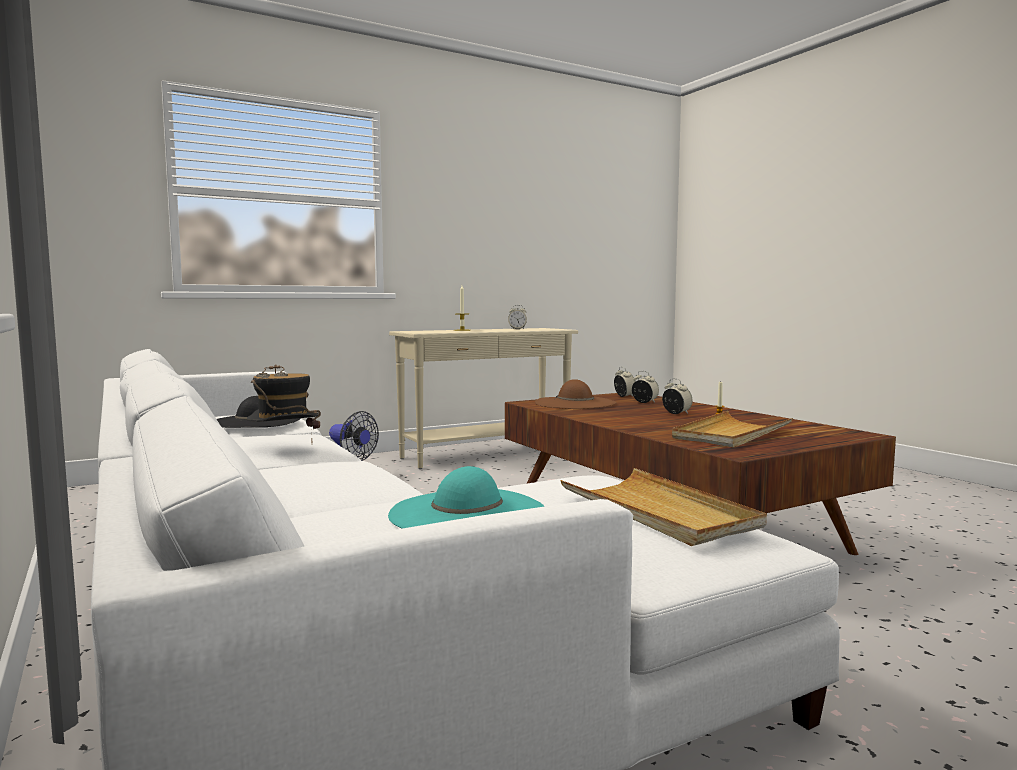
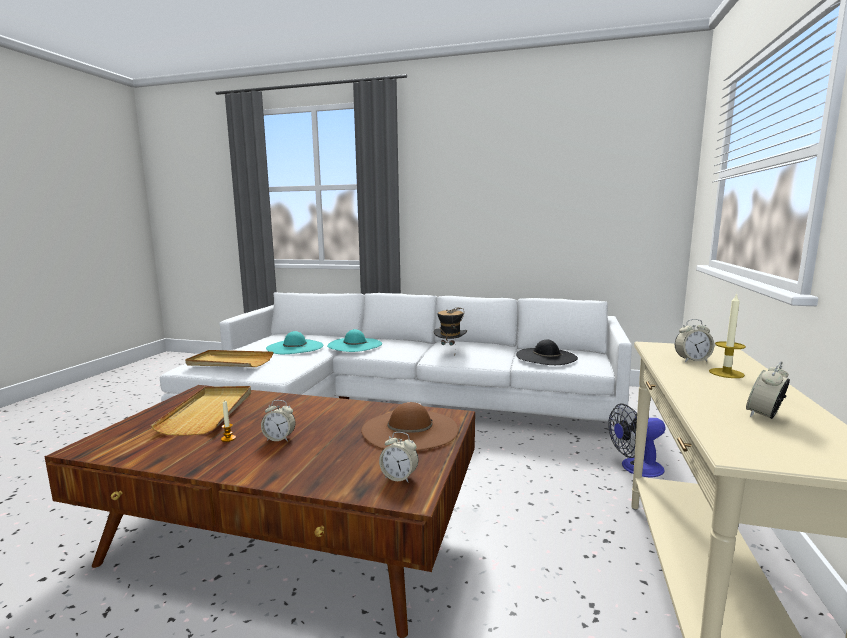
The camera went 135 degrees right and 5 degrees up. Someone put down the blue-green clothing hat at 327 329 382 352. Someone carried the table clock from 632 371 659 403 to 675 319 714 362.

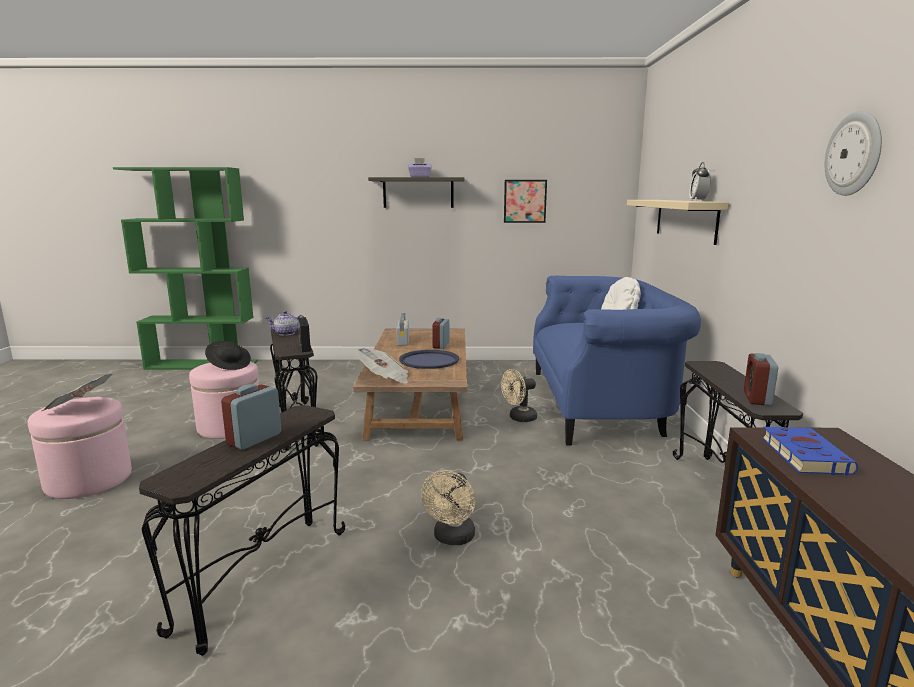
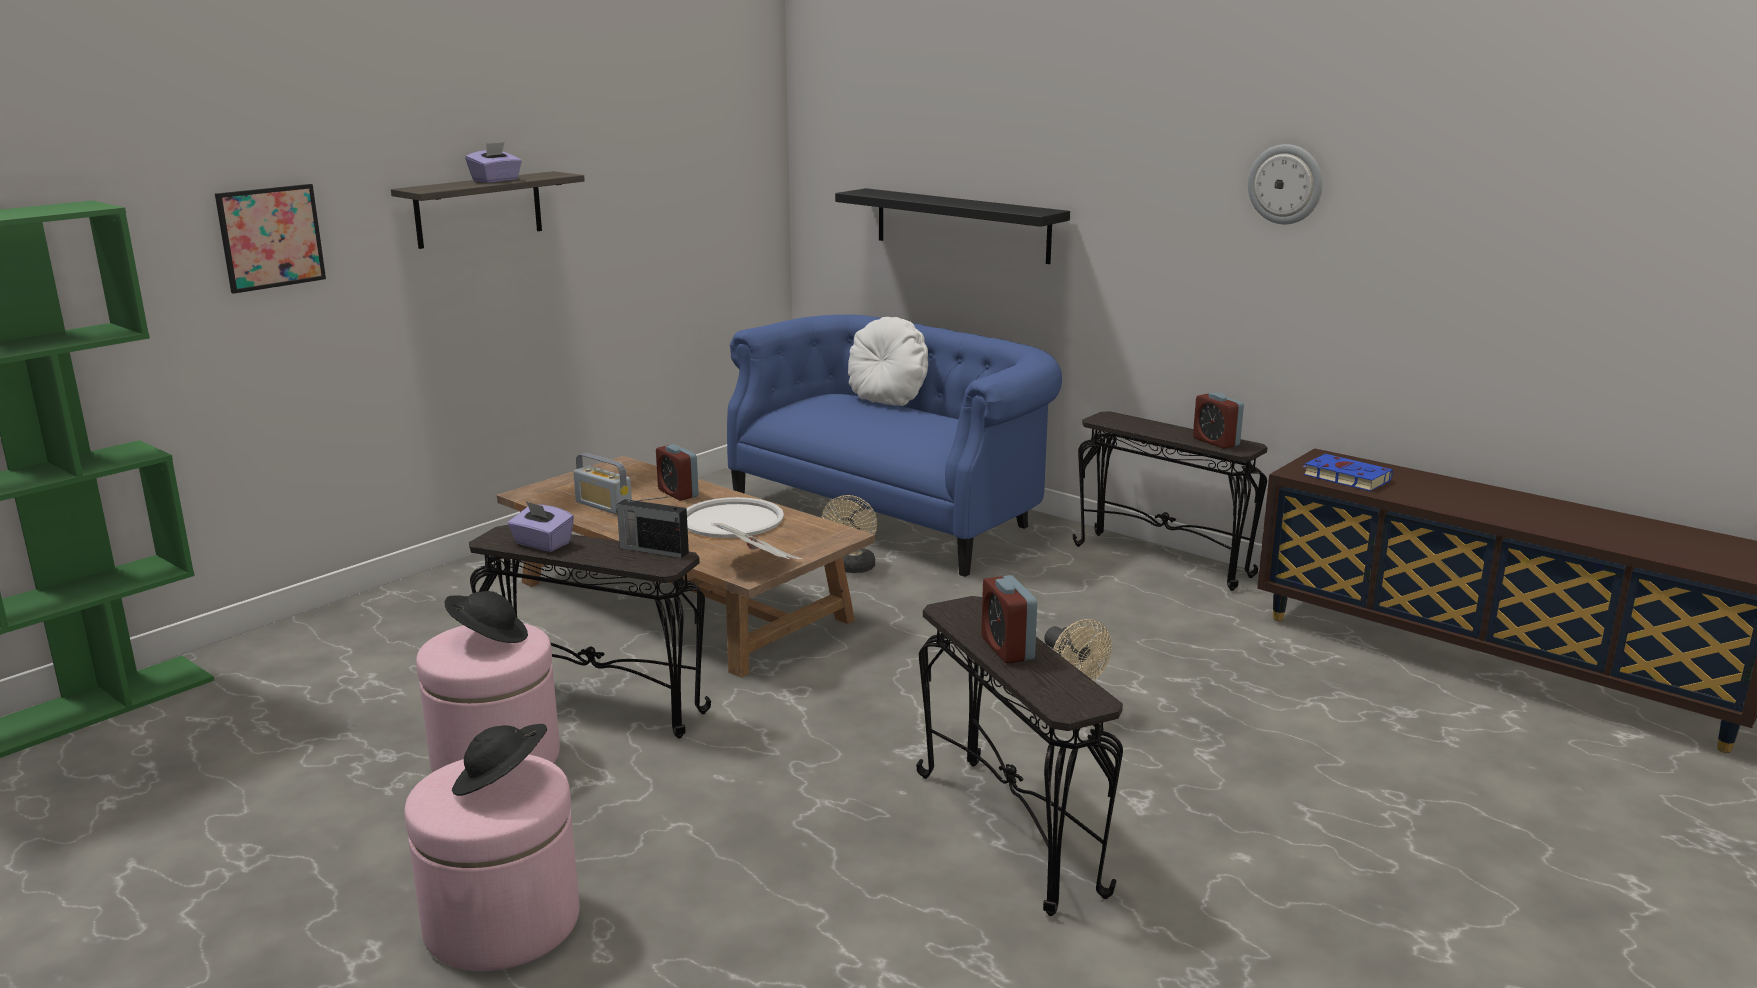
The camera went 50 degrees left and 5 degrees up. Someone took away the table clock at 689 162 711 201. Someone carried the wall art from 504 180 547 223 to 215 184 326 294. Someone swapped the daily paper at 42 374 113 411 for the black clothing hat at 452 724 547 796. Someone swapped the tea pot at 265 311 304 336 for the purple-coloured box of tissues at 508 501 574 552. Someone repainted the bluish carrying tray at 399 350 459 369, which became the white carrying tray at 687 497 784 538. Someone repainted the beige shelf at 627 200 729 245, which became the black shelf at 835 188 1070 264.

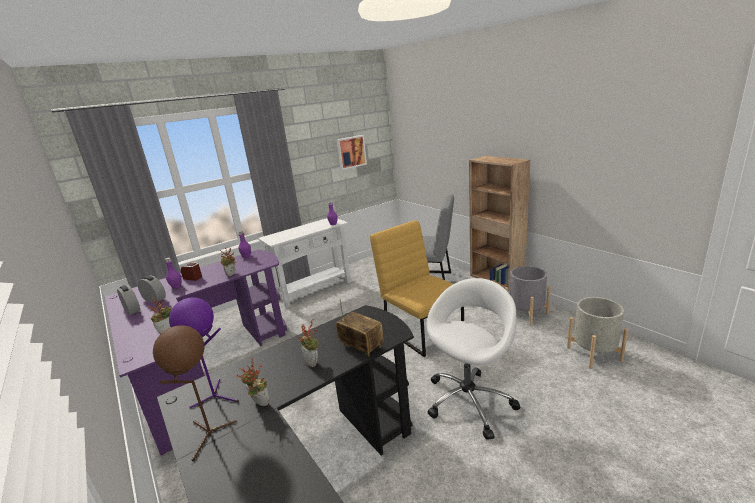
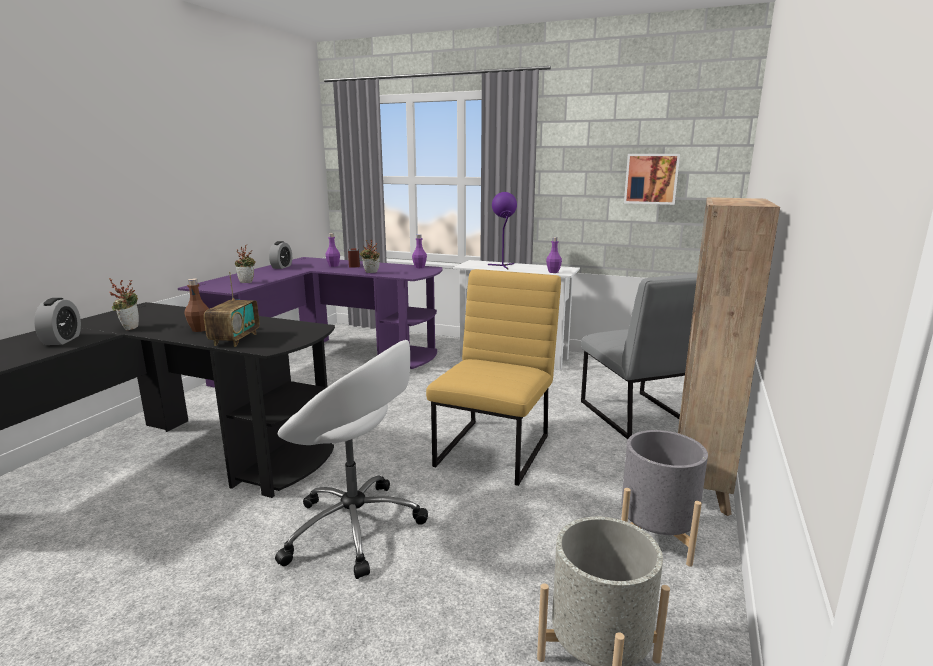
The camera went 55 degrees right and 5 degrees down. Someone took away the brownish lamp for a table at 153 325 237 461. Someone carried the table clock from 138 276 166 303 to 34 298 81 345. Someone carried the purple-coloured lamp for a table from 169 297 239 408 to 488 192 517 270. Someone swapped the potted plant at 297 319 319 367 for the brownish beverage bottle at 185 279 209 332.

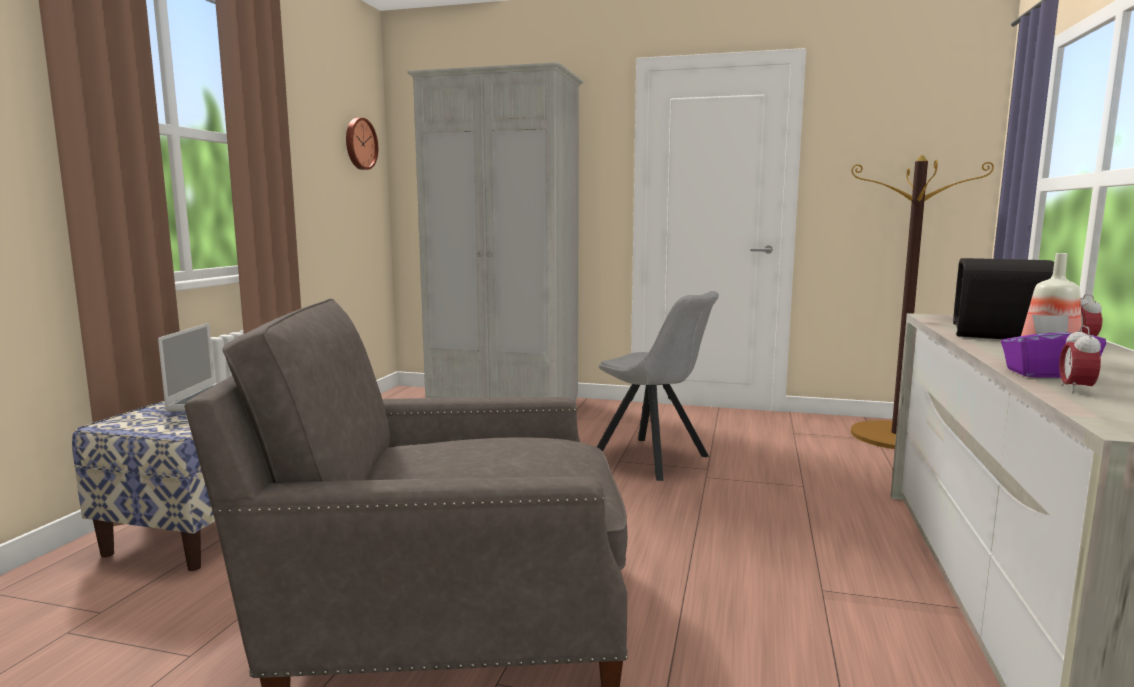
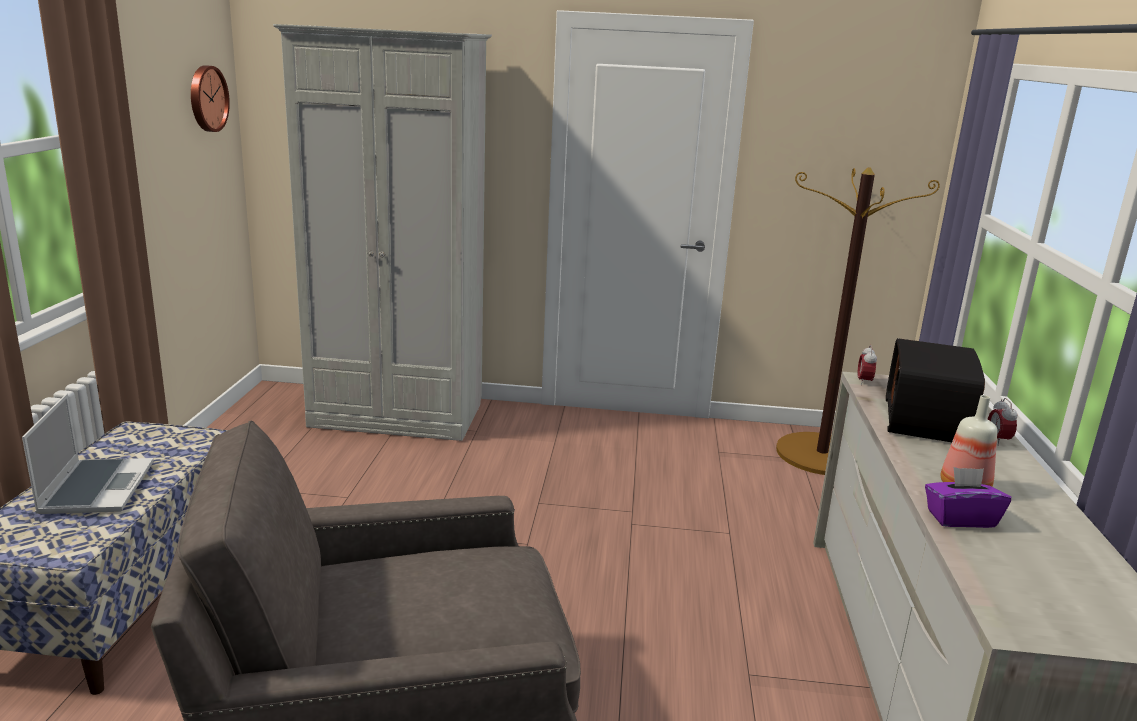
The camera went 10 degrees left and 10 degrees up. Someone took away the grey plain chair at 597 291 719 481. Someone carried the table clock from 1059 325 1101 393 to 858 345 877 385.

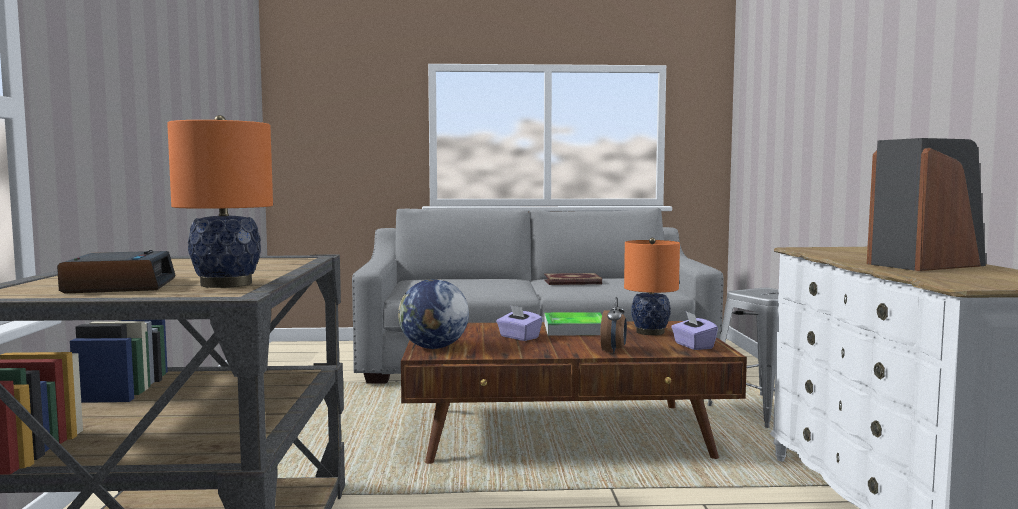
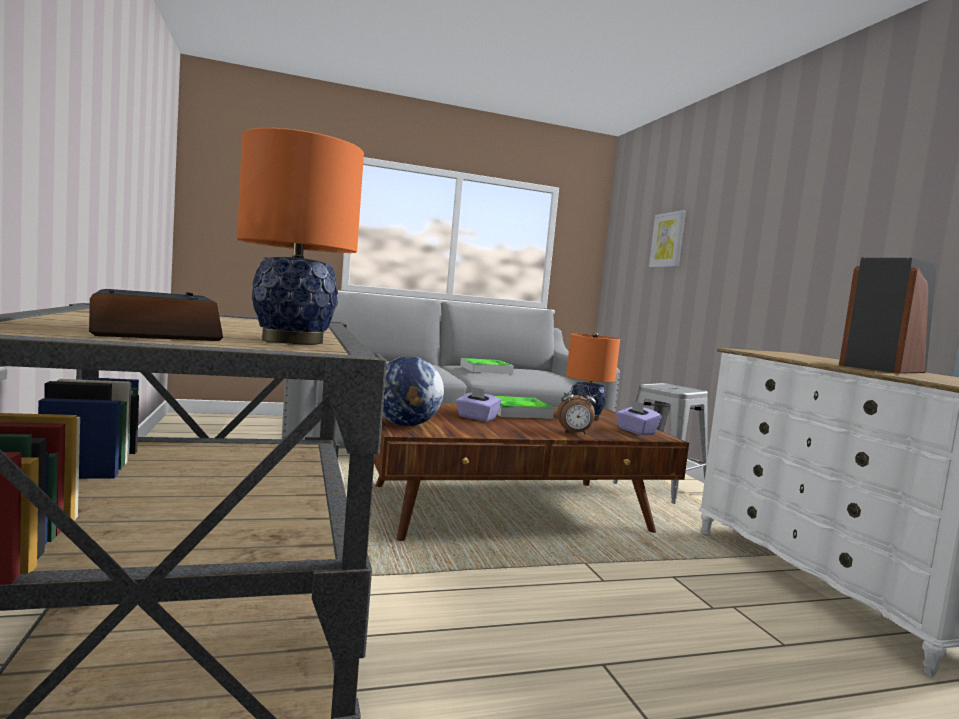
The camera went 15 degrees left and 0 degrees up. Someone put up the wall art at 649 210 686 268. Someone swapped the bound book at 544 273 602 285 for the carrying tray at 460 358 514 374. Someone rotated the table clock at 600 297 627 353 by 90 degrees clockwise.

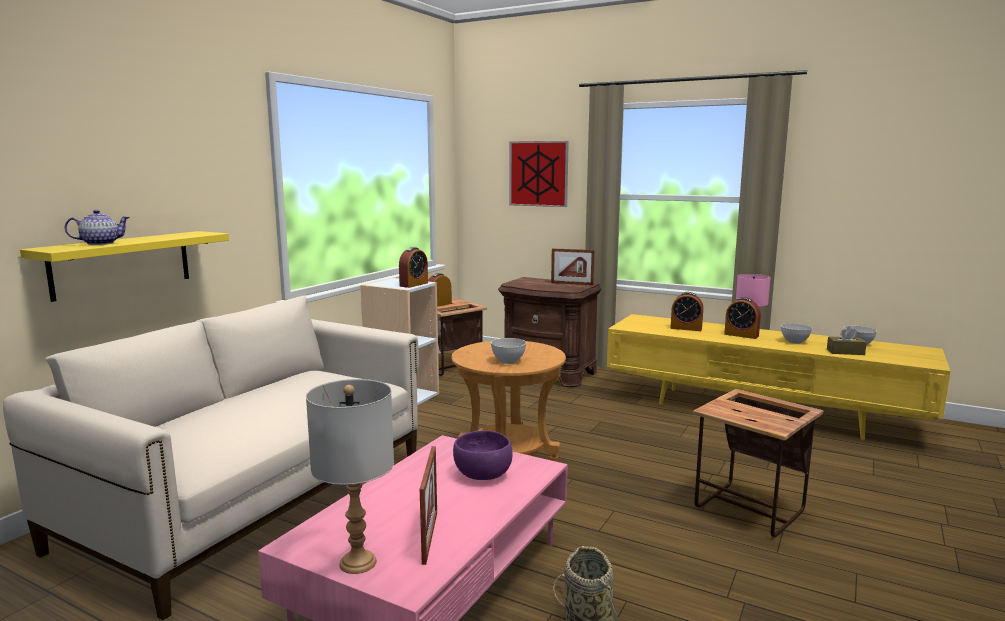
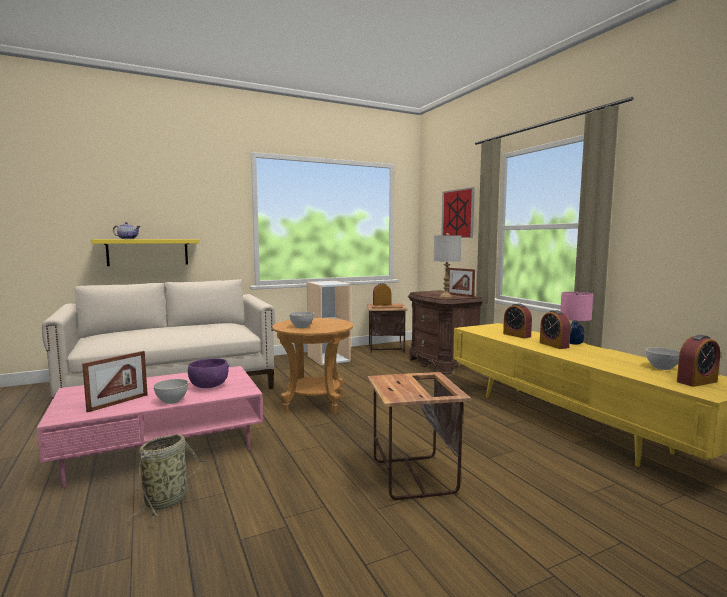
The camera went 35 degrees right and 5 degrees down. Someone took away the brownish box of tissues at 827 327 867 355. Someone carried the grey lamp for a table from 306 379 394 574 to 434 233 461 298. Someone carried the table clock from 399 247 428 288 to 677 335 720 387. Someone carried the grey bowl from 781 323 812 344 to 153 379 188 404.

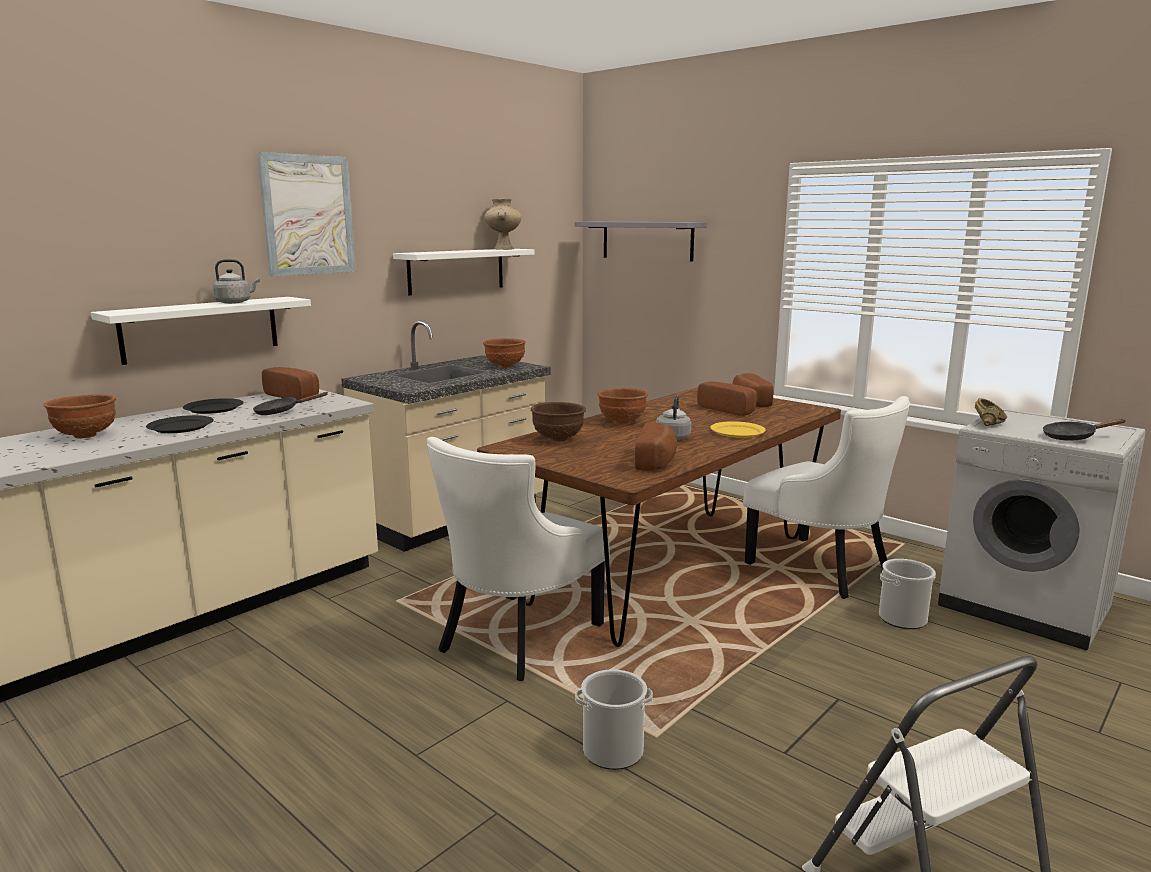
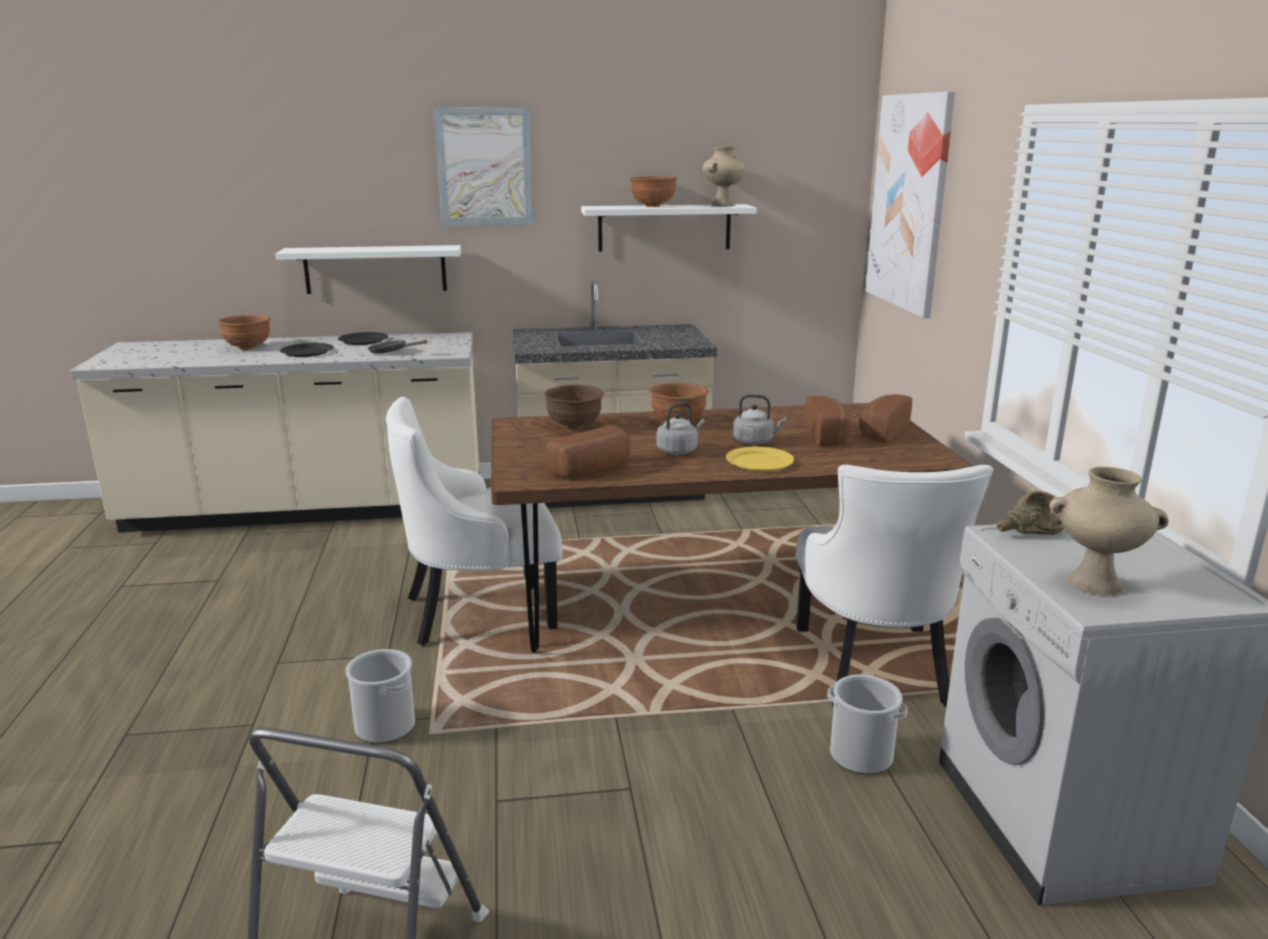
The camera went 40 degrees right and 5 degrees up. Someone took away the bread at 262 367 319 400. Someone carried the grey water kettle from 213 259 260 304 to 733 394 786 445. Someone carried the brownish bowl from 483 338 526 368 to 630 176 677 207. Someone swapped the grey shelf at 574 222 707 262 for the wall art at 866 91 955 318. Someone swapped the black skillet at 1043 419 1126 440 for the beige flower vase at 1049 467 1169 595.

